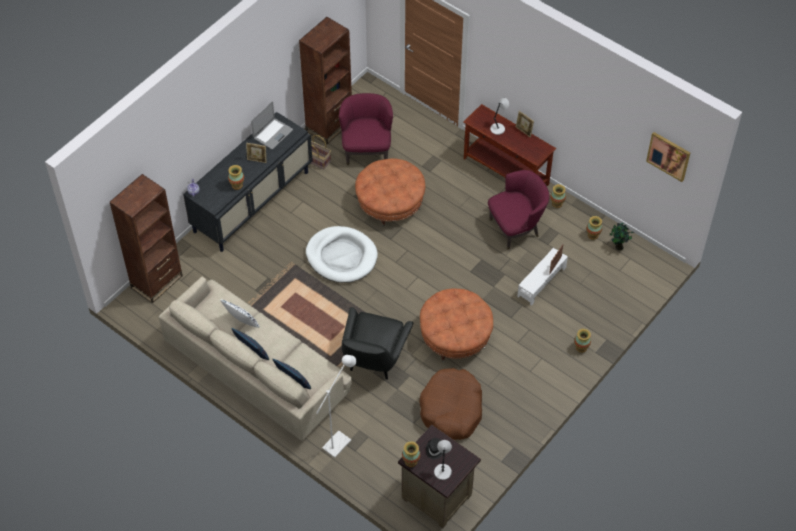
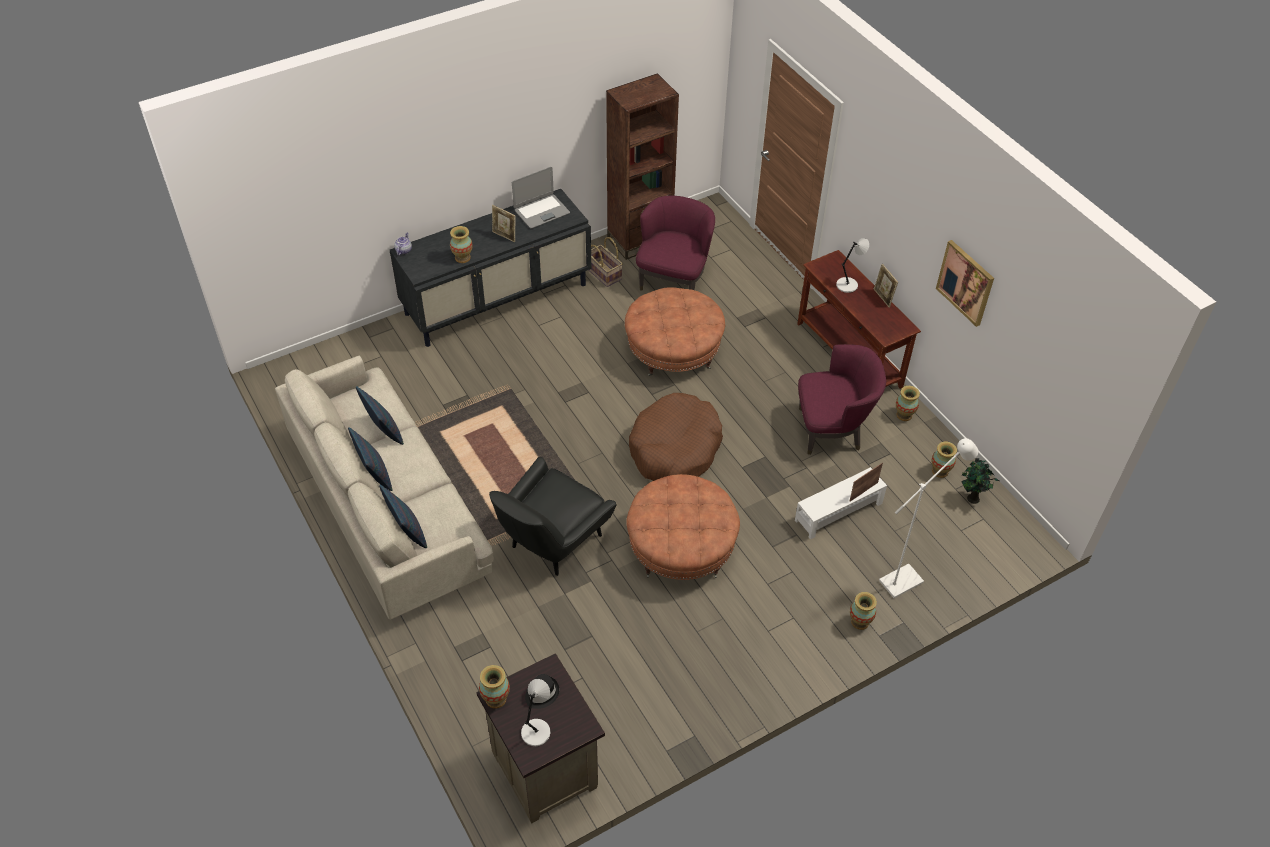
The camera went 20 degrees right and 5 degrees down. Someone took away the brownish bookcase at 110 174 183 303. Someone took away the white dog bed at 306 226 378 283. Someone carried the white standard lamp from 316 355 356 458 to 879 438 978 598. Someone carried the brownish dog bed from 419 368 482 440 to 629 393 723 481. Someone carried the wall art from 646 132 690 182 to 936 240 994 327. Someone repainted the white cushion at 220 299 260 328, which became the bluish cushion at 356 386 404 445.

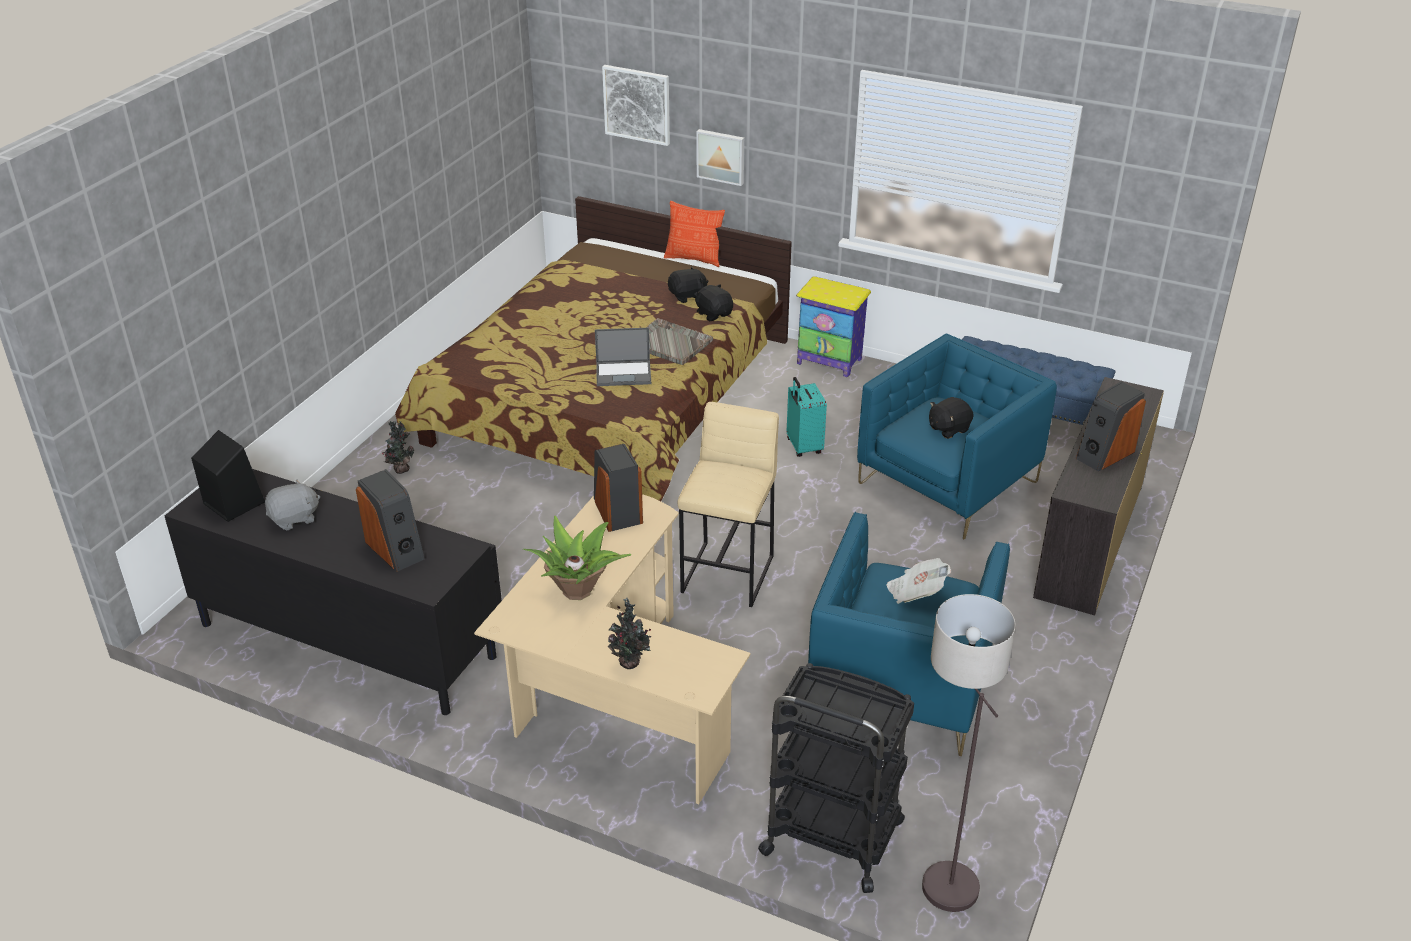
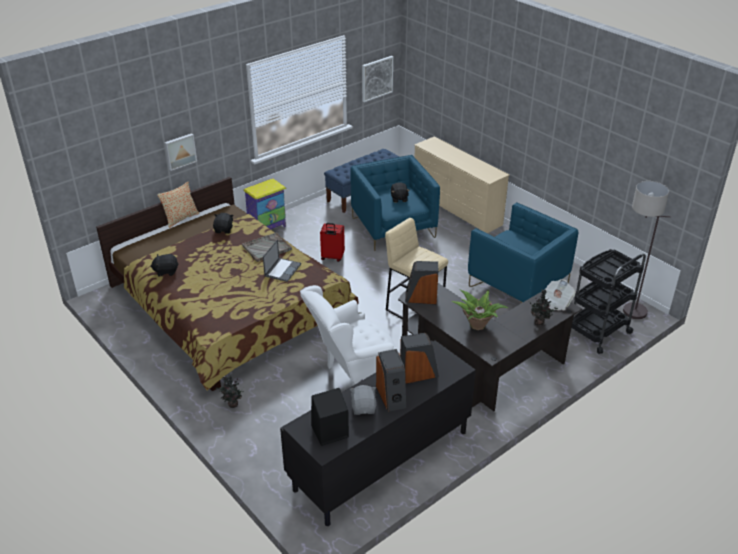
The camera went 65 degrees left and 0 degrees up. Someone put down the white lounge chair at 300 285 396 385. Someone carried the wall art from 602 65 670 146 to 362 56 393 102. Someone carried the black plush toy from 694 284 733 321 to 150 254 179 277. Someone carried the daily paper from 886 558 951 604 to 545 279 575 311. Someone carried the speaker from 1076 381 1146 472 to 376 349 406 412. Someone repainted the beige desk at 474 494 751 804, which became the black desk at 398 283 582 411. Someone repainted the orange cushion at 664 201 725 267, which became the beige cushion at 157 182 200 228. Someone repainted the blue-green suitcase at 787 377 827 457, which became the reddish suitcase at 320 223 345 262. Someone repainted the black drawer chest at 1033 377 1164 616, which became the beige drawer chest at 414 137 509 233.

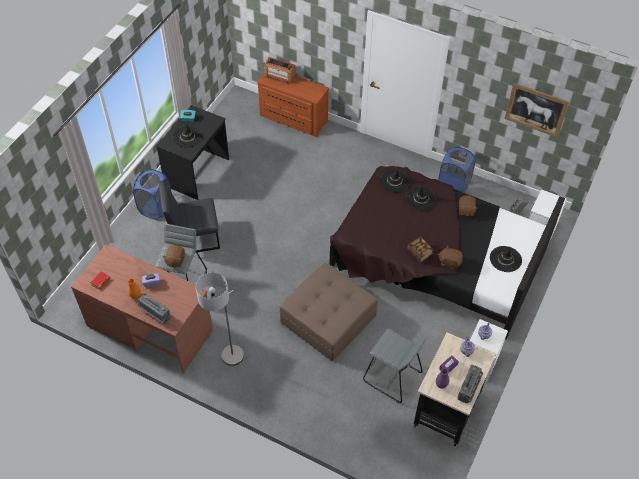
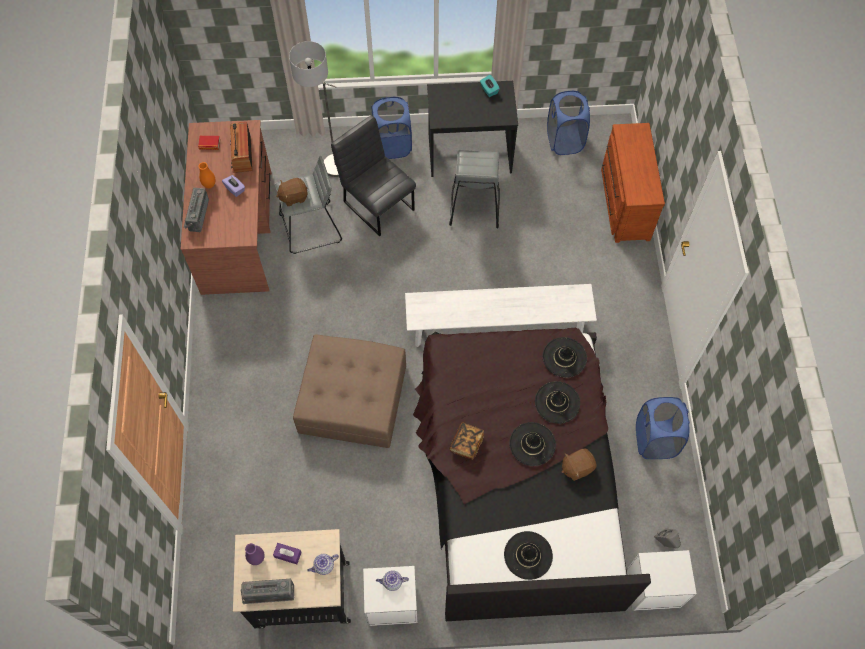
The camera went 60 degrees right and 10 degrees up. Someone took away the brownish plush toy at 438 246 463 270. Someone took away the wall art at 505 83 569 138. Someone put down the white bench at 405 284 597 347. Someone put down the bluish laundry basket at 547 91 590 155. Someone carried the black clothing hat from 173 124 202 147 to 509 422 556 466. Someone carried the grey standard lamp from 196 273 244 366 to 289 41 339 177. Someone carried the radio set from 264 57 296 85 to 230 122 253 173. Someone carried the grey stool seat from 363 329 426 403 to 449 150 500 228.

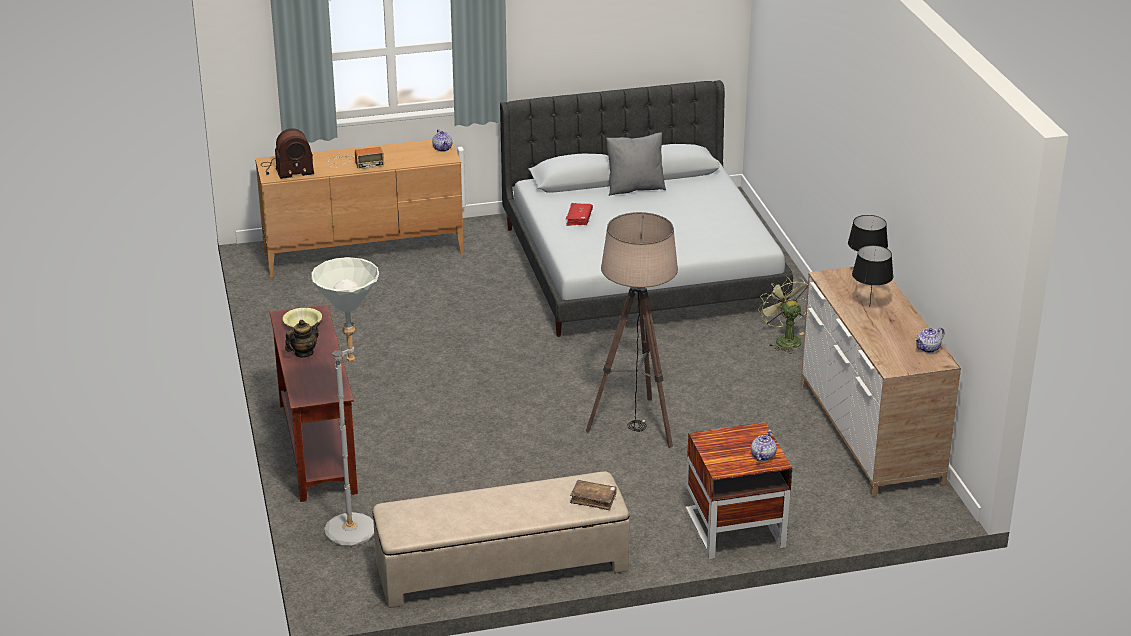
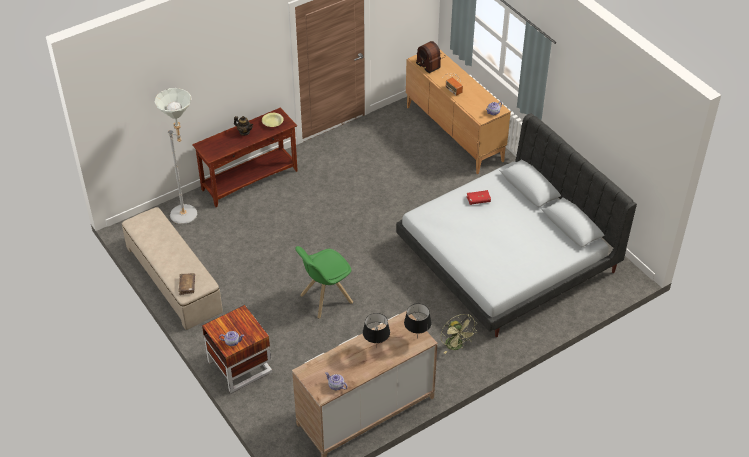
The camera went 70 degrees right and 15 degrees up. Someone took away the grey cushion at 606 133 666 196. Someone swapped the standard lamp at 586 212 678 448 for the green plain chair at 295 246 353 318. Someone rotated the green electric fan at 758 277 808 354 by 105 degrees clockwise.

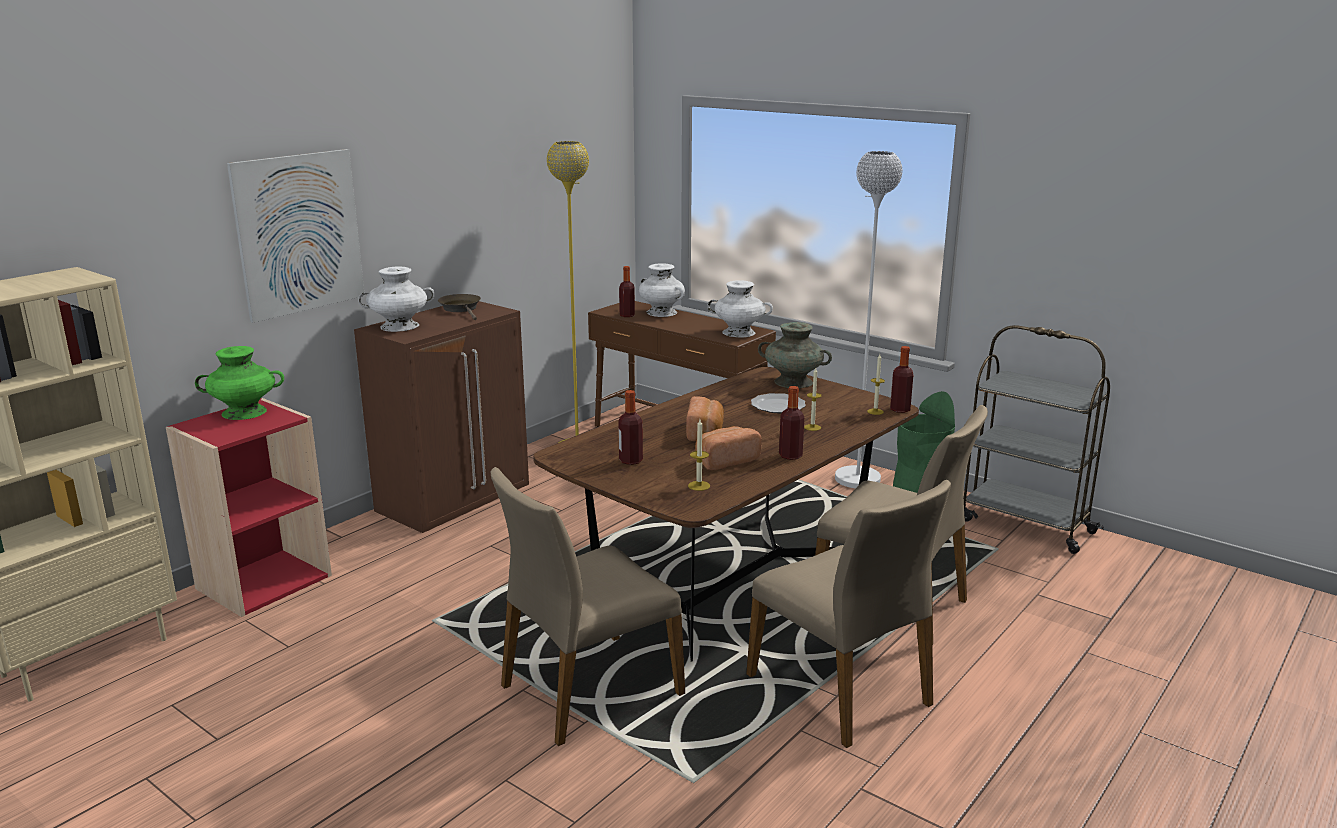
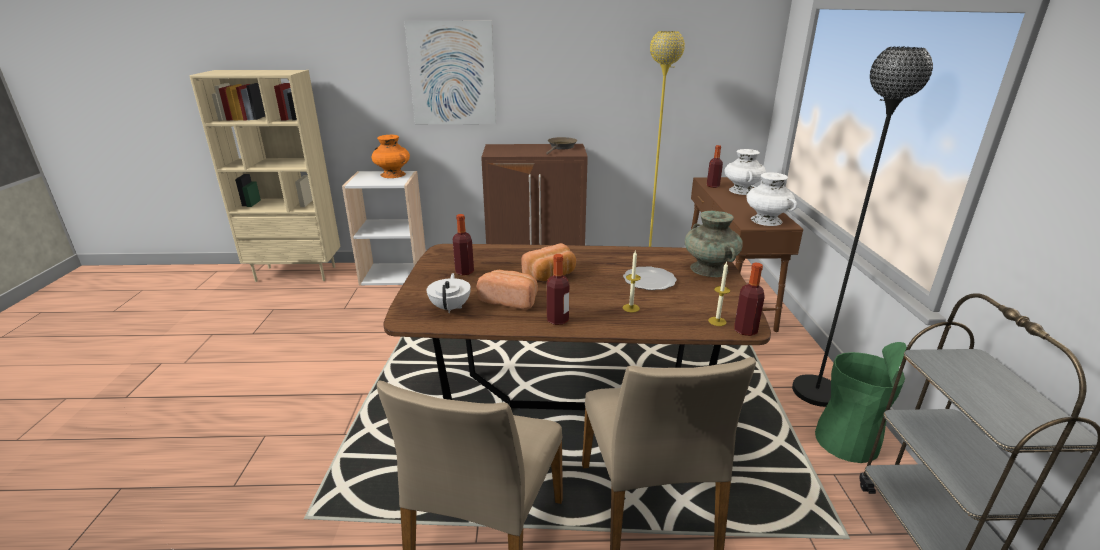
The camera went 50 degrees right and 5 degrees up. Someone took away the white flower vase at 358 267 434 332. Someone took away the beige plain chair at 491 467 685 746. Someone swapped the wax candle at 688 420 710 491 for the white tea pot at 427 273 471 313. Someone repainted the reddish bookcase at 166 398 332 617, which became the white bookcase at 342 171 426 286. Someone repainted the green flower vase at 195 346 284 420, which became the orange flower vase at 372 135 410 178. Someone repainted the white standard lamp at 835 151 902 488, which became the black standard lamp at 792 46 933 407.

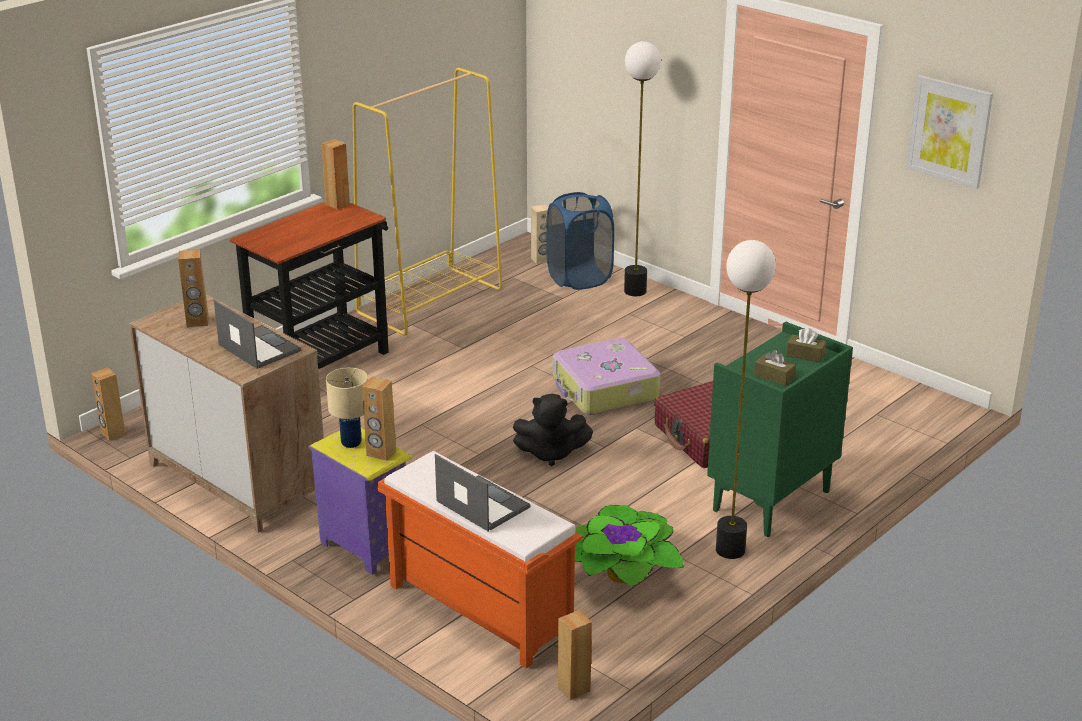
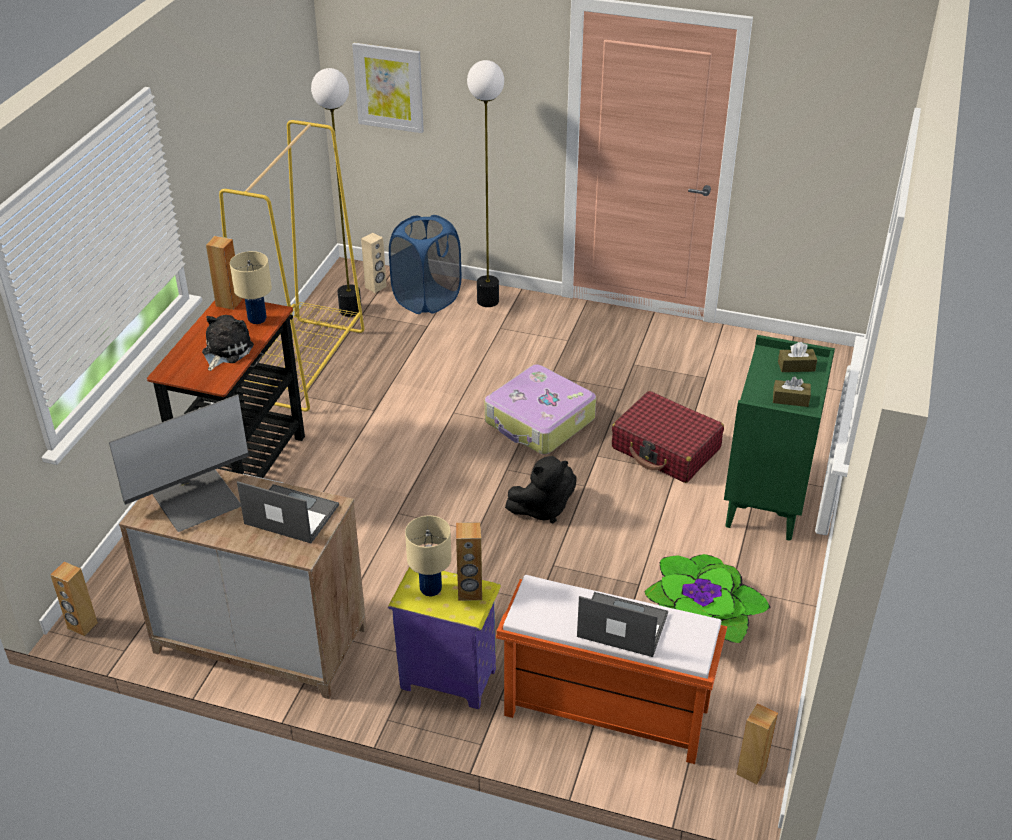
The camera went 25 degrees left and 10 degrees up. Someone put down the plush toy at 202 315 254 371. Someone put down the beige lamp for a table at 230 251 272 324. Someone carried the standard lamp from 716 240 776 559 to 311 68 362 317. Someone carried the wall art from 906 75 993 189 to 352 43 424 133. Someone swapped the brownish speaker at 178 250 209 327 for the computer screen at 109 394 249 532.

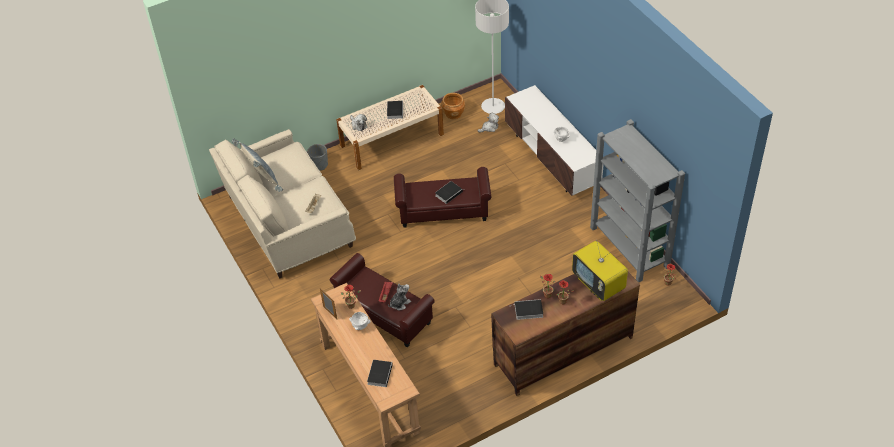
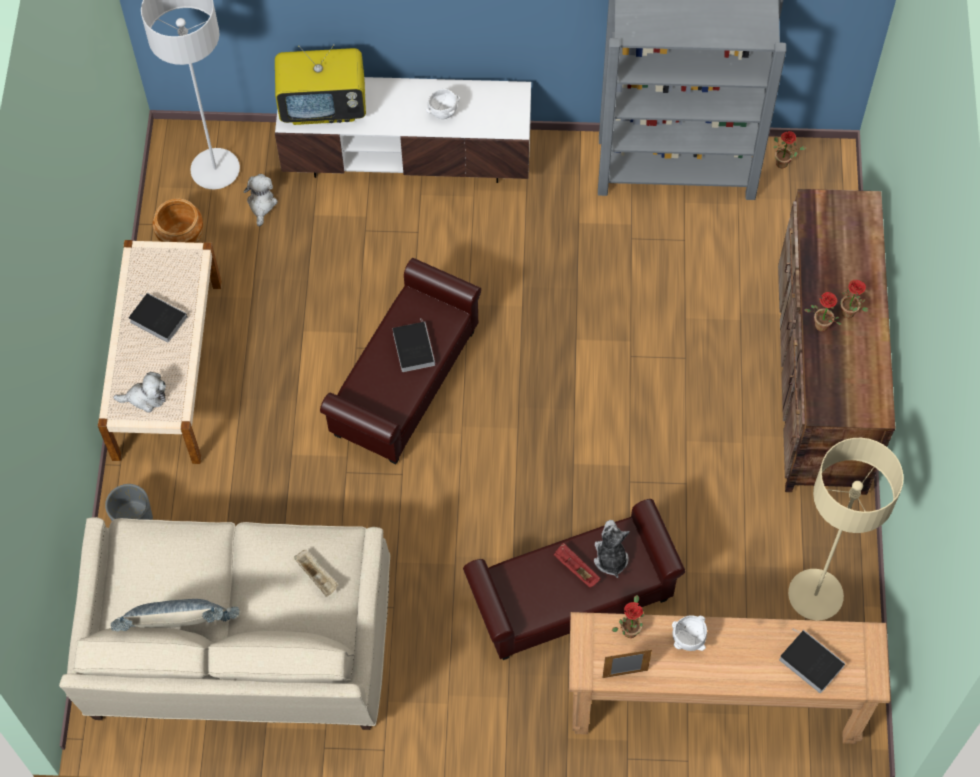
The camera went 60 degrees left and 15 degrees up. Someone took away the bound book at 509 299 543 320. Someone put down the beige standard lamp at 788 438 904 620. Someone carried the television from 572 240 628 301 to 275 44 366 125.

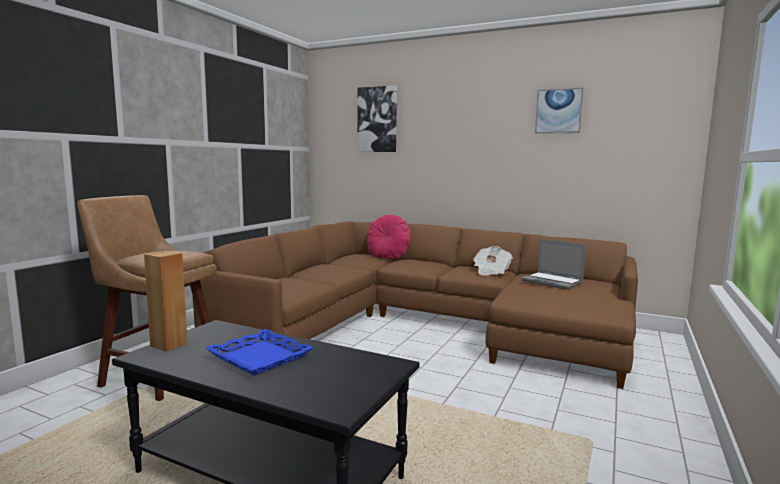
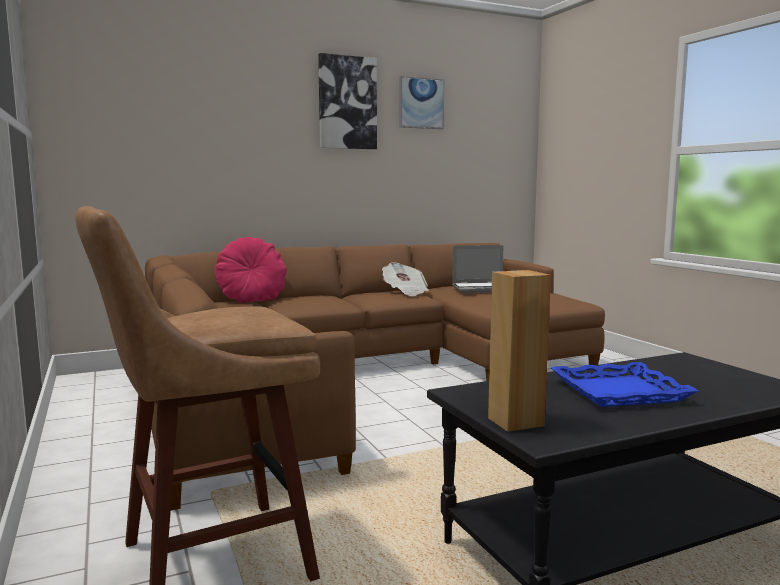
The camera went 50 degrees left and 0 degrees up. Someone carried the wall art from 357 85 397 152 to 318 53 377 149.

